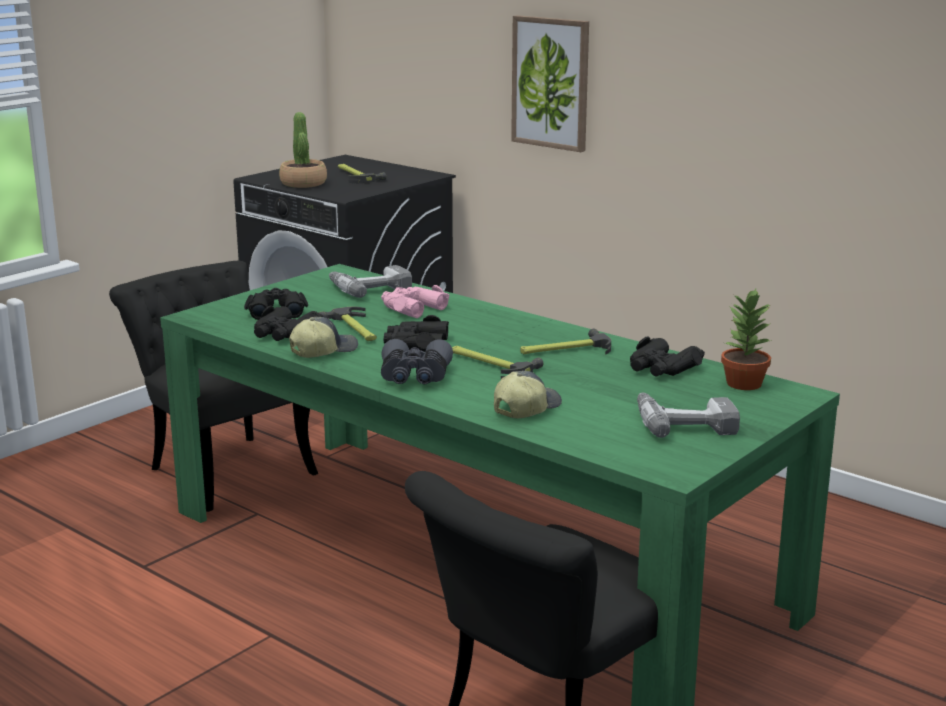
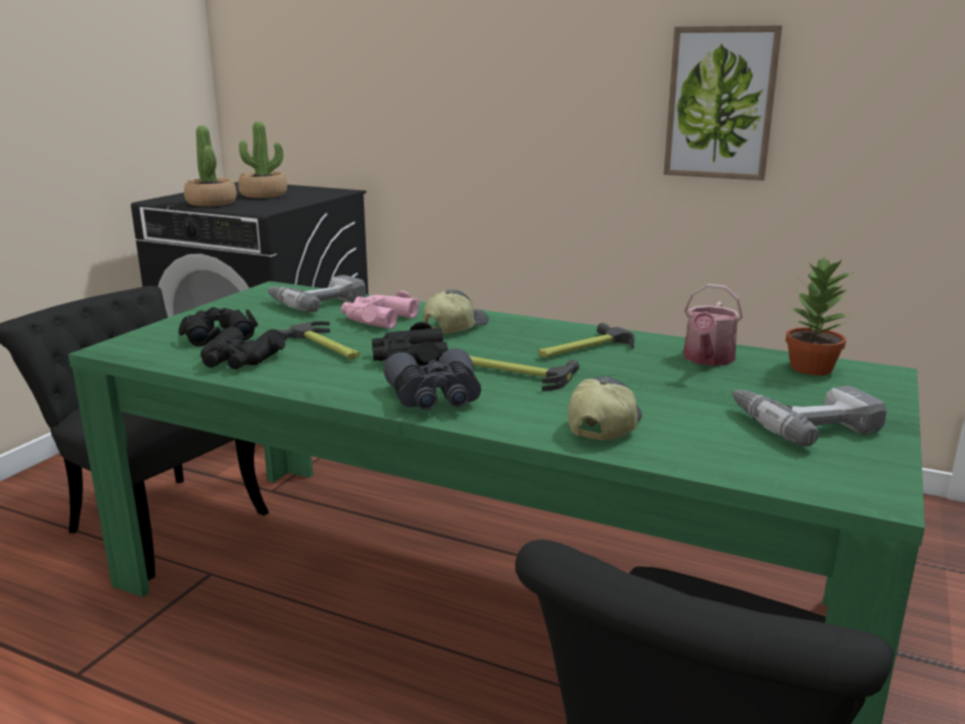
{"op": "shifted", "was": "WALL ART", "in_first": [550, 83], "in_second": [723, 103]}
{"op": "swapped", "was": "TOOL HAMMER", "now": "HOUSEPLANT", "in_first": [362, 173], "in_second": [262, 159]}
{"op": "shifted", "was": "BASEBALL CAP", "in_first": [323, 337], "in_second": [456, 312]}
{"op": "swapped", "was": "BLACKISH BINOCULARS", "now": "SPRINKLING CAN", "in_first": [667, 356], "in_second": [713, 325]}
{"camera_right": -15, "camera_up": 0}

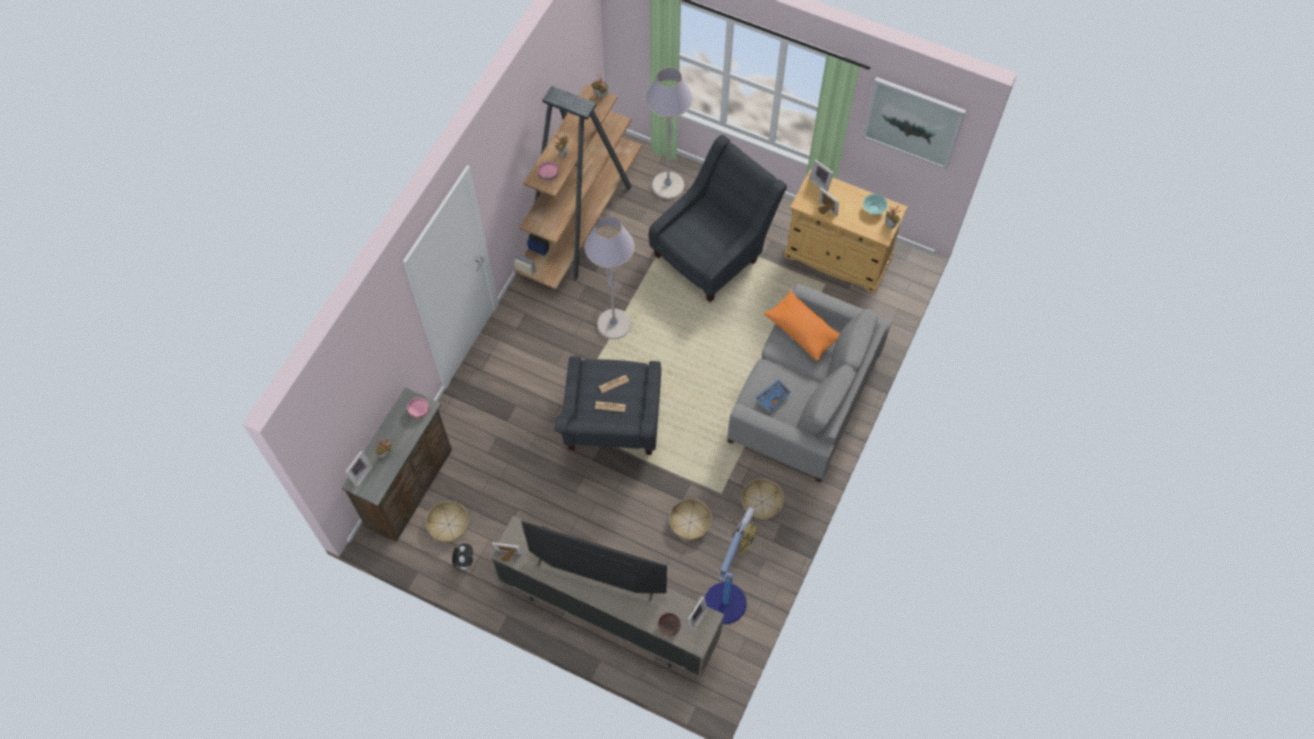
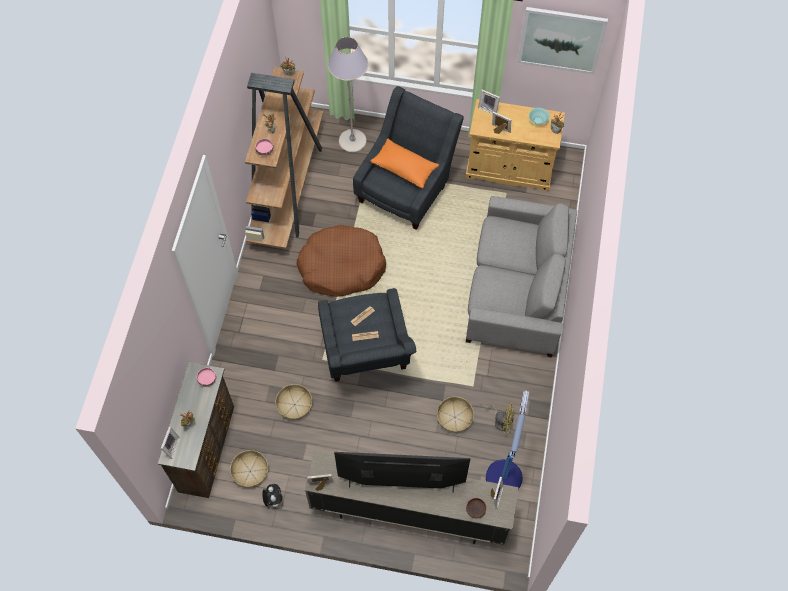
{"op": "swapped", "was": "GRAY STANDARD LAMP", "now": "BROWNISH DOG BED", "in_first": [609, 277], "in_second": [341, 261]}
{"op": "shifted", "was": "ORANGE-COLOURED THROW PILLOW", "in_first": [802, 325], "in_second": [404, 164]}
{"op": "gone", "was": "BLUE TRAY", "in_first": [773, 395]}
{"op": "shifted", "was": "HOUSEHOLD BASKET", "in_first": [762, 500], "in_second": [293, 402]}
{"camera_right": -15, "camera_up": 0}

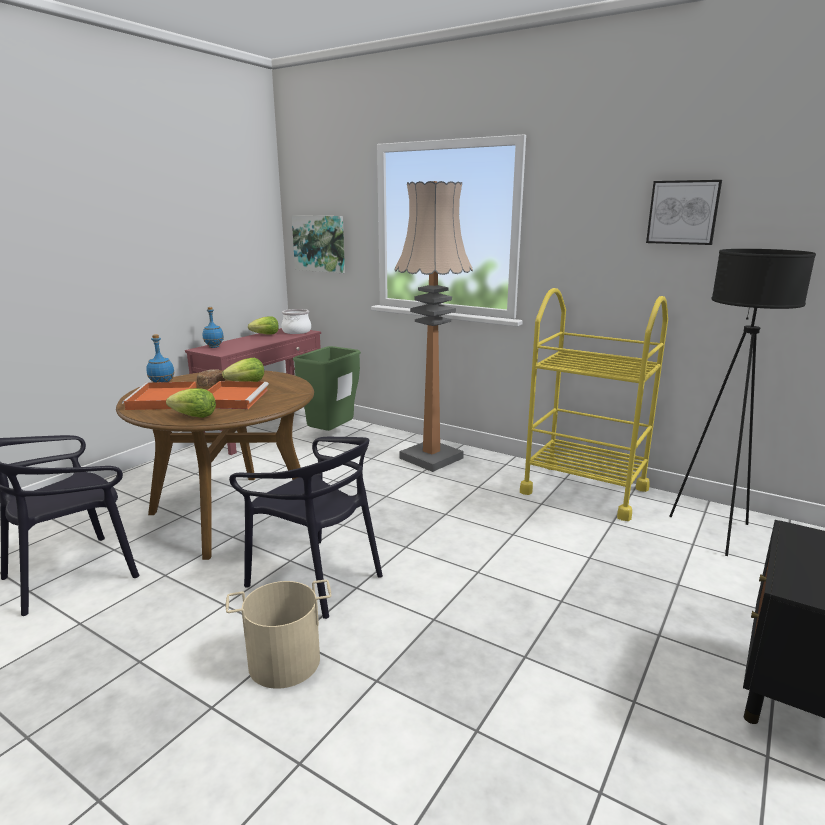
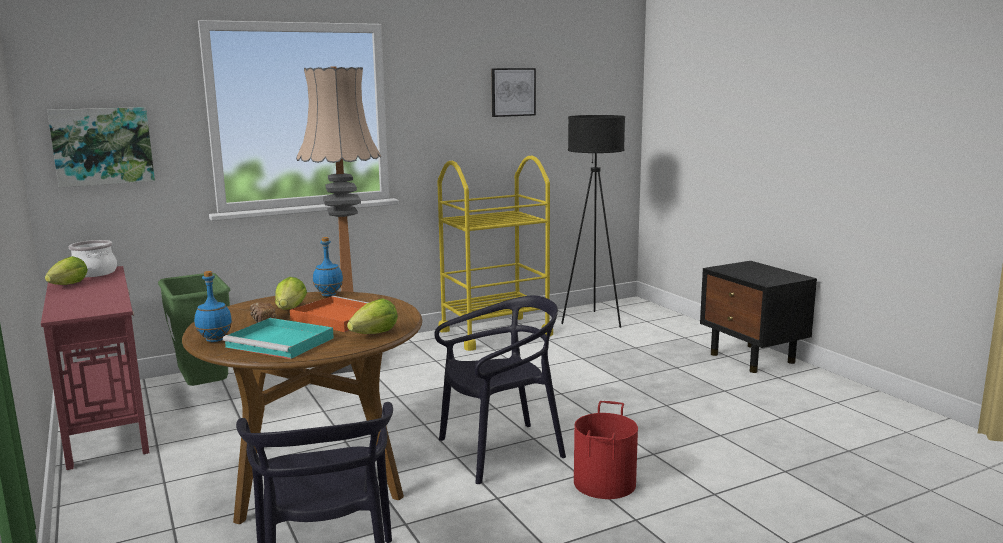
{"op": "shifted", "was": "BLUE BOTTLE", "in_first": [213, 327], "in_second": [328, 266]}
{"op": "repainted", "was": "ORANGE-COLOURED TRAY", "now": "TURQUOISE TRAY", "in_first": [159, 396], "in_second": [278, 338]}
{"op": "repainted", "was": "BEIGE-COLOURED BUCKET", "now": "REDDISH BUCKET", "in_first": [278, 634], "in_second": [606, 450]}
{"camera_right": -60, "camera_up": -5}

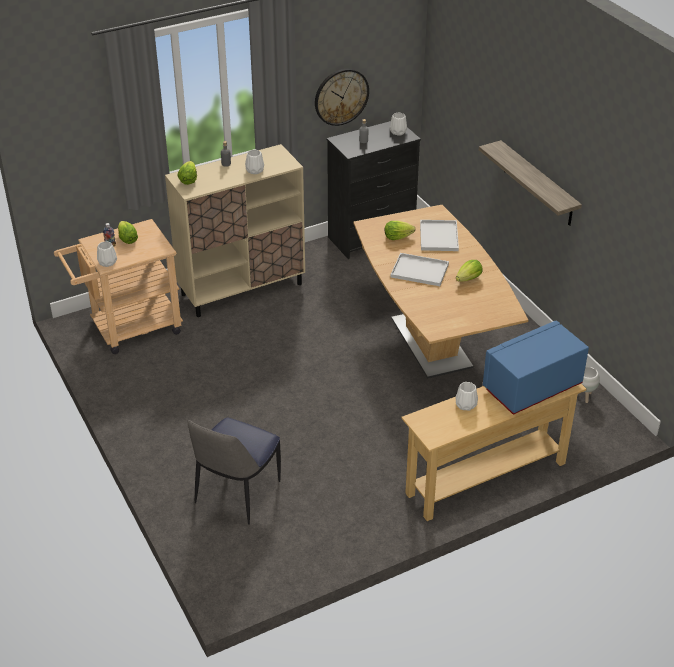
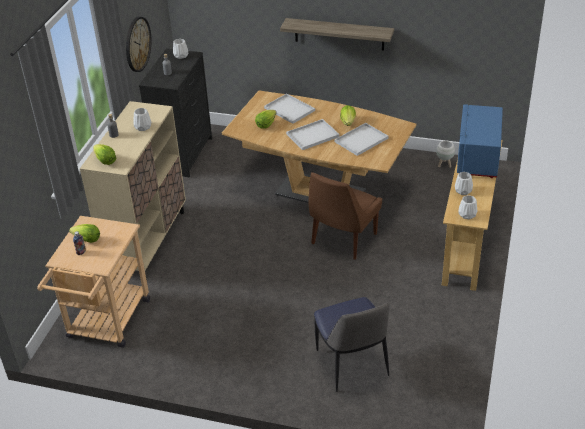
{"op": "shifted", "was": "WHITISH DECORATIVE VASE", "in_first": [107, 254], "in_second": [468, 207]}
{"op": "new", "now": "WHITISH TRAY", "in_second": [362, 139]}
{"op": "new", "now": "BROWNISH UPRIGHT CHAIR", "in_second": [345, 216]}
{"camera_right": -45, "camera_up": 0}

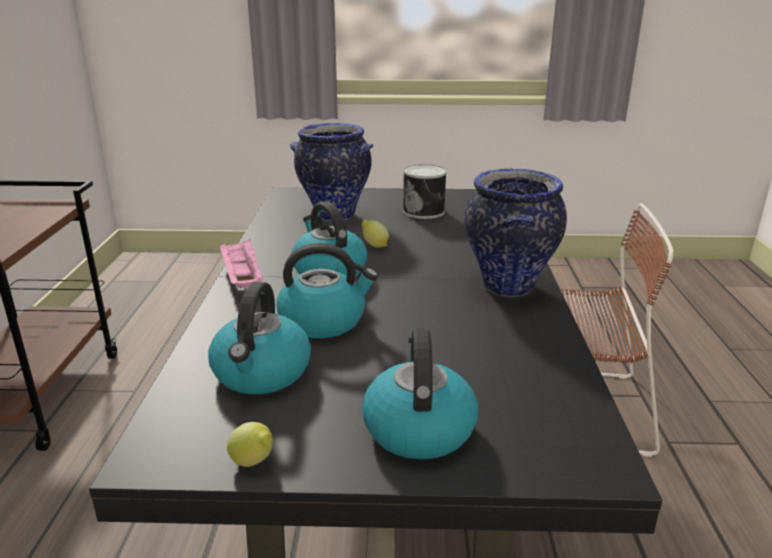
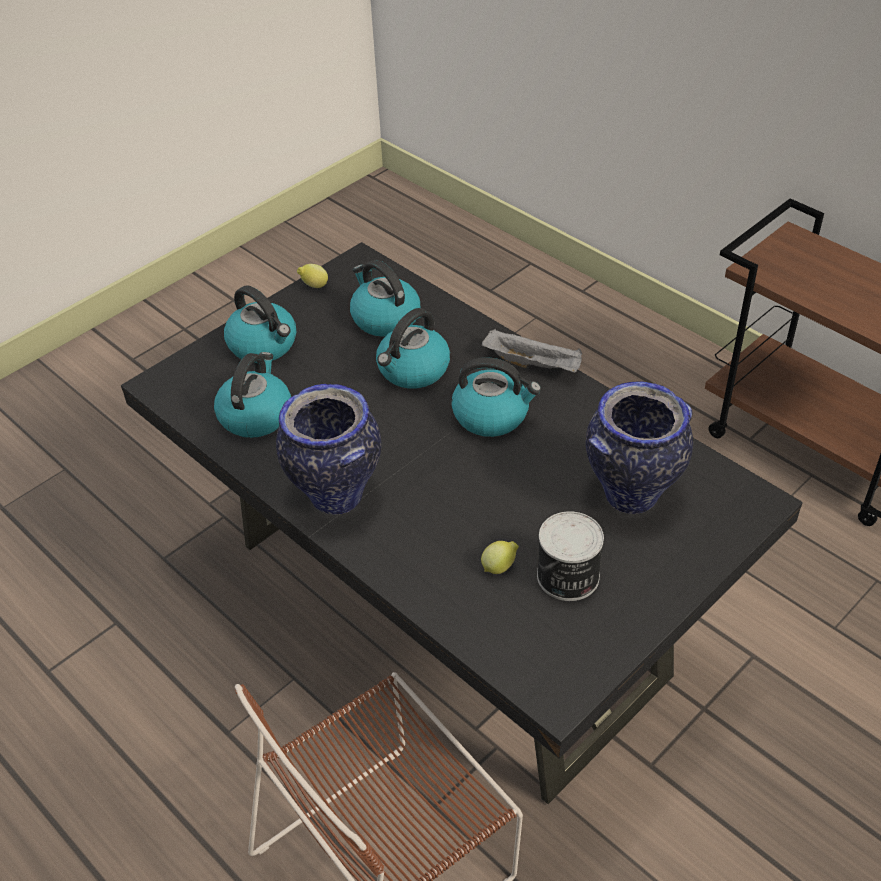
{"op": "shifted", "was": "CITRUS FRUIT", "in_first": [375, 234], "in_second": [500, 557]}
{"op": "repainted", "was": "PINK TRAY", "now": "GRAY TRAY", "in_first": [240, 263], "in_second": [532, 351]}
{"op": "new", "now": "KETTLE", "in_second": [252, 395]}
{"camera_right": 135, "camera_up": 20}

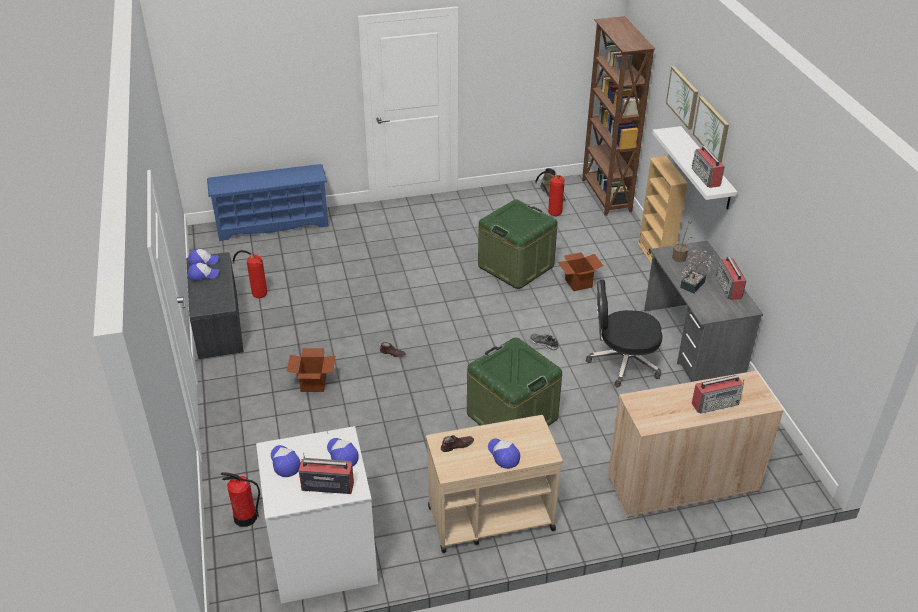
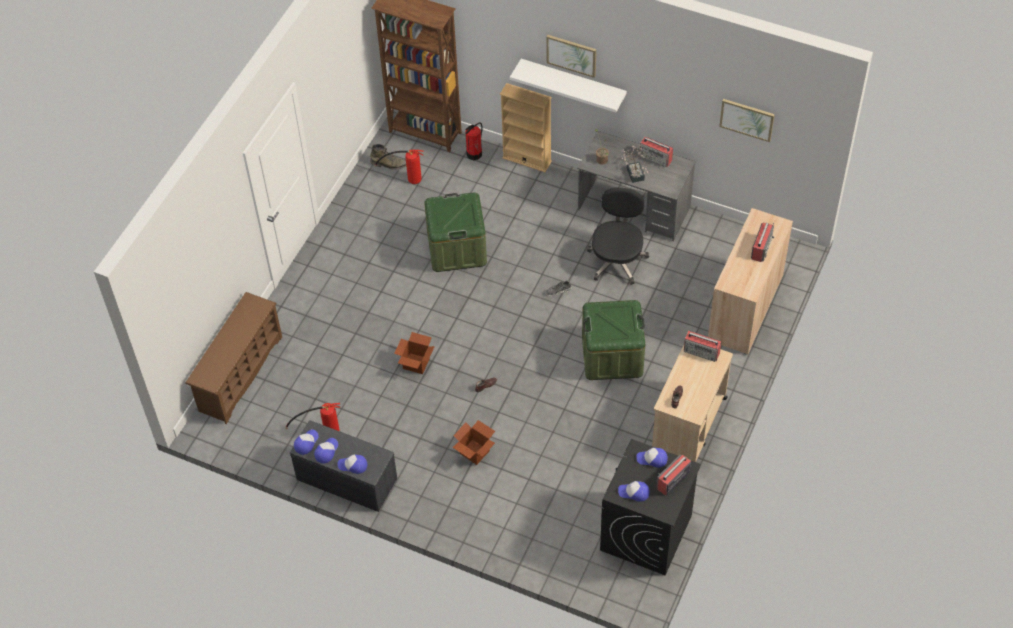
{"op": "shifted", "was": "WALL ART", "in_first": [682, 98], "in_second": [747, 120]}
{"op": "shifted", "was": "RADIO RECEIVER", "in_first": [708, 167], "in_second": [702, 346]}
{"op": "repainted", "was": "BLUE SHOE STAND", "now": "BROWNISH SHOE STAND", "in_first": [268, 202], "in_second": [233, 358]}
{"op": "shifted", "was": "PACKING BOX", "in_first": [580, 271], "in_second": [414, 353]}
{"op": "rotated", "was": "BLACKISH COMPUTER CHAIR", "in_first": [624, 334], "in_second": [618, 236], "clockwise": 150}
{"op": "repainted", "was": "WHITISH LAUNDRY APPLIANCE", "now": "BLACKISH LAUNDRY APPLIANCE", "in_first": [317, 515], "in_second": [650, 507]}
{"op": "shifted", "was": "BASEBALL CAP", "in_first": [504, 454], "in_second": [352, 464]}
{"op": "shifted", "was": "FIRE EXTINGUISHER", "in_first": [240, 499], "in_second": [473, 141]}
{"camera_right": -50, "camera_up": 15}

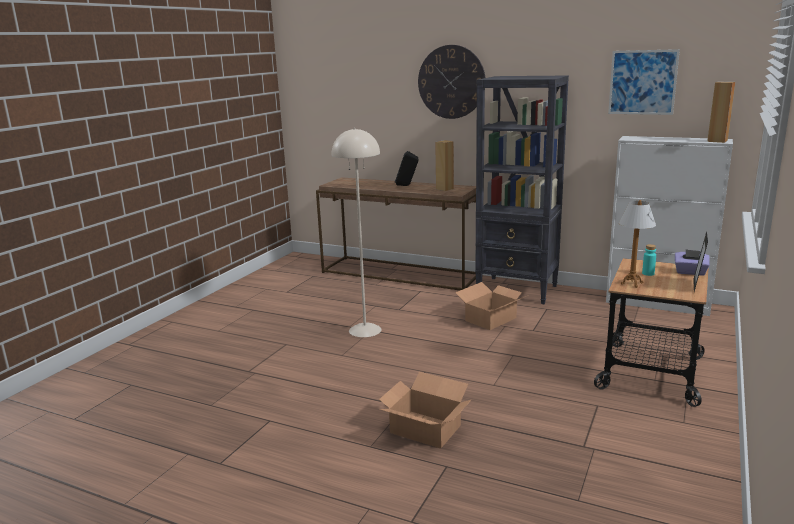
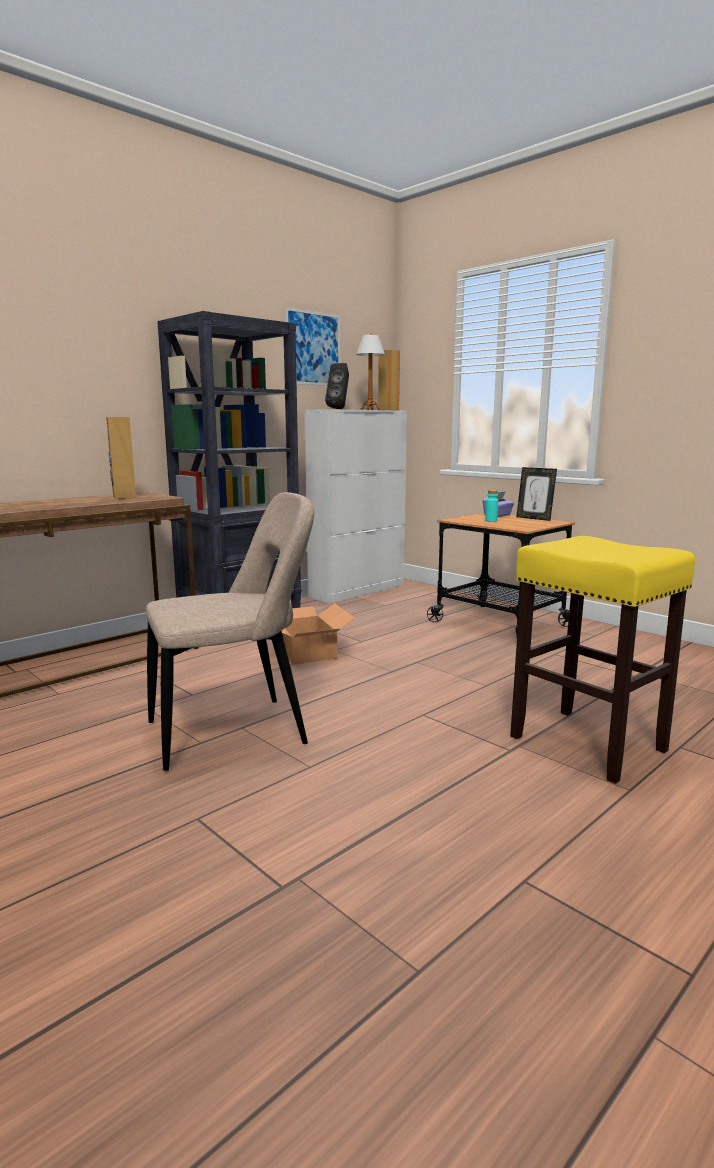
{"op": "gone", "was": "HANGING CLOCK", "in_first": [451, 82]}
{"op": "swapped", "was": "BEIGE-COLOURED STANDARD LAMP", "now": "BEIGE-COLOURED UPRIGHT CHAIR", "in_first": [357, 232], "in_second": [230, 631]}
{"op": "shifted", "was": "BLACKISH LOUDSPEAKER", "in_first": [407, 168], "in_second": [337, 386]}
{"op": "shifted", "was": "TABLETOP LAMP", "in_first": [637, 244], "in_second": [370, 371]}
{"op": "swapped", "was": "PACKING BOX", "now": "YELLOW-COLOURED SITTING STOOL", "in_first": [425, 410], "in_second": [602, 660]}
{"camera_right": -70, "camera_up": -5}

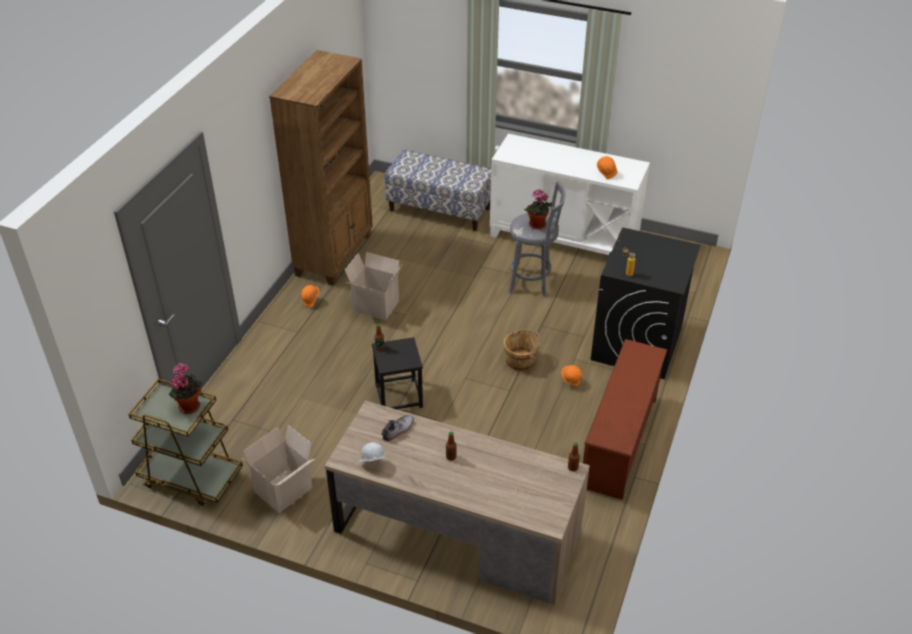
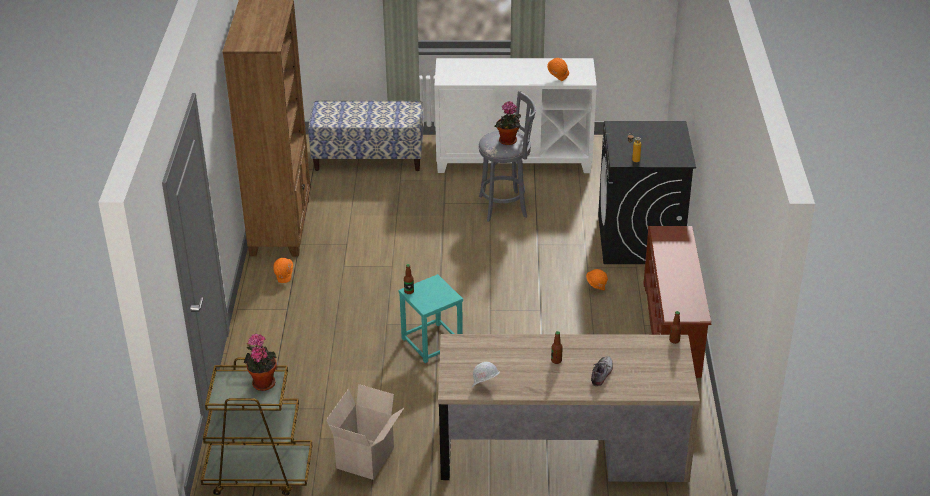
{"op": "gone", "was": "PACKING BOX", "in_first": [373, 286]}
{"op": "gone", "was": "BROWNISH BUCKET", "in_first": [522, 350]}
{"op": "repainted", "was": "BLACKISH SITTING STOOL", "now": "TURQUOISE SITTING STOOL", "in_first": [397, 373], "in_second": [430, 318]}
{"op": "shifted", "was": "ITEM OF FOOTWEAR", "in_first": [397, 428], "in_second": [602, 371]}
{"camera_right": -20, "camera_up": -5}

